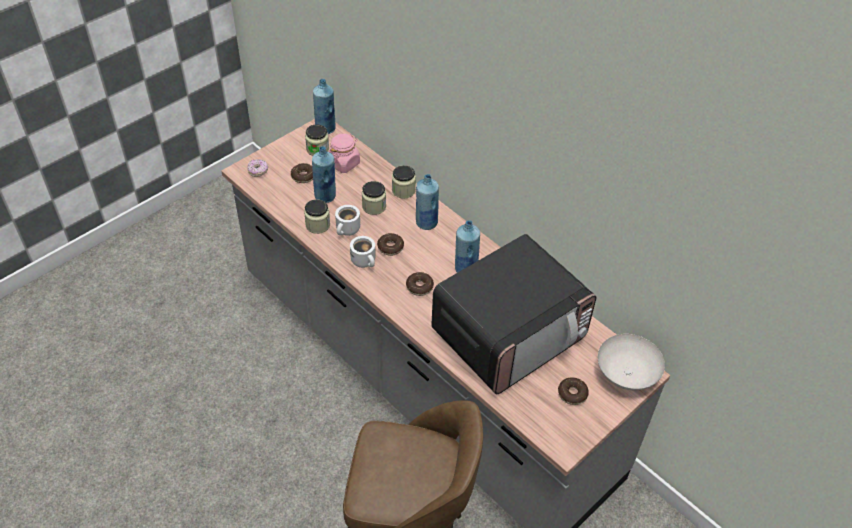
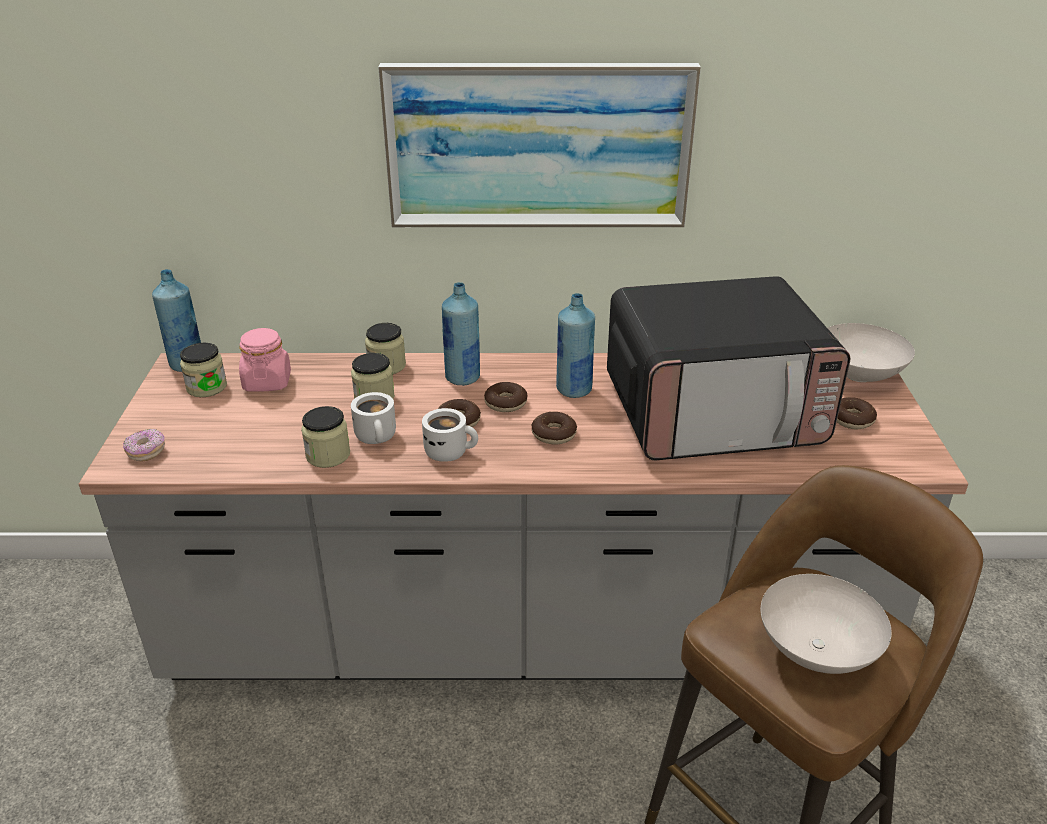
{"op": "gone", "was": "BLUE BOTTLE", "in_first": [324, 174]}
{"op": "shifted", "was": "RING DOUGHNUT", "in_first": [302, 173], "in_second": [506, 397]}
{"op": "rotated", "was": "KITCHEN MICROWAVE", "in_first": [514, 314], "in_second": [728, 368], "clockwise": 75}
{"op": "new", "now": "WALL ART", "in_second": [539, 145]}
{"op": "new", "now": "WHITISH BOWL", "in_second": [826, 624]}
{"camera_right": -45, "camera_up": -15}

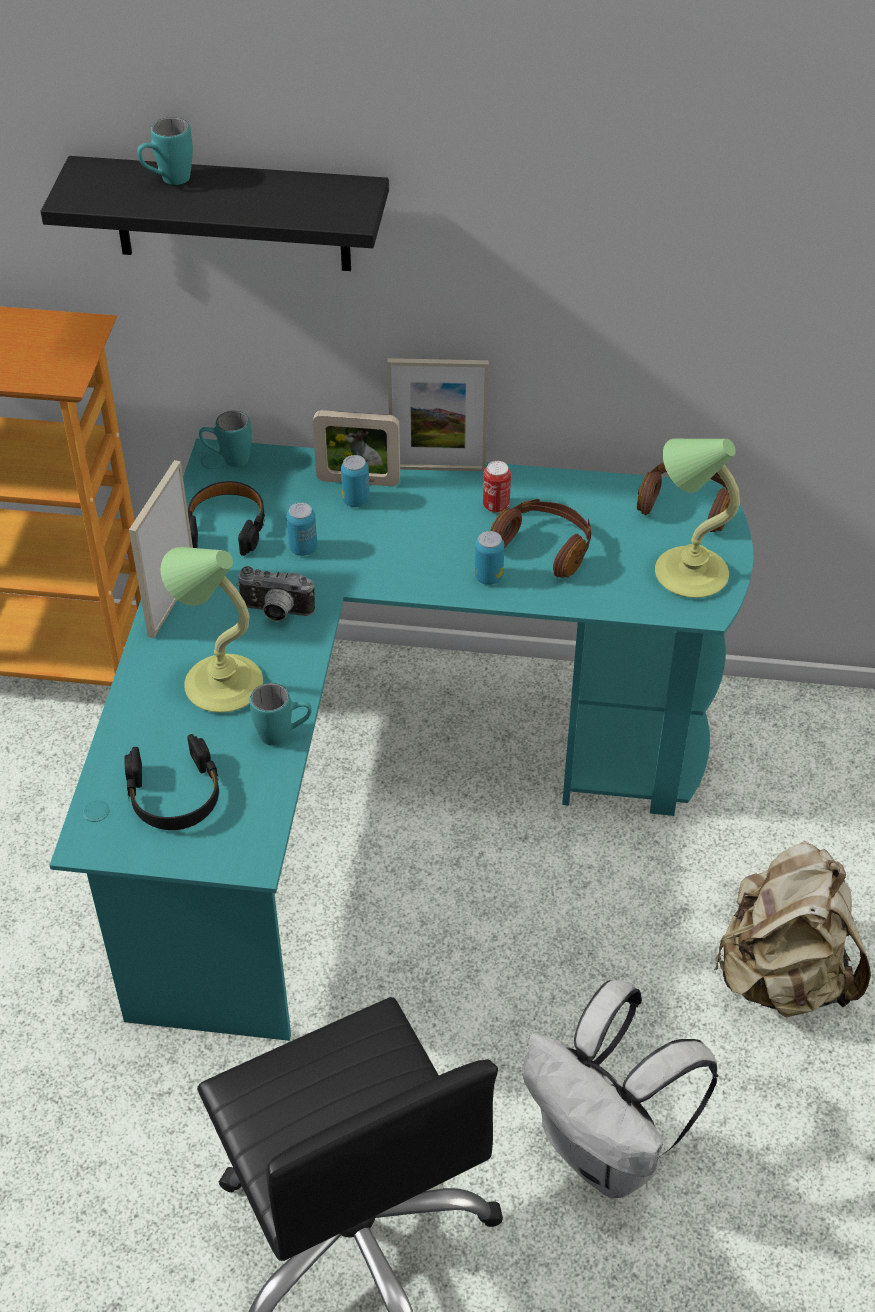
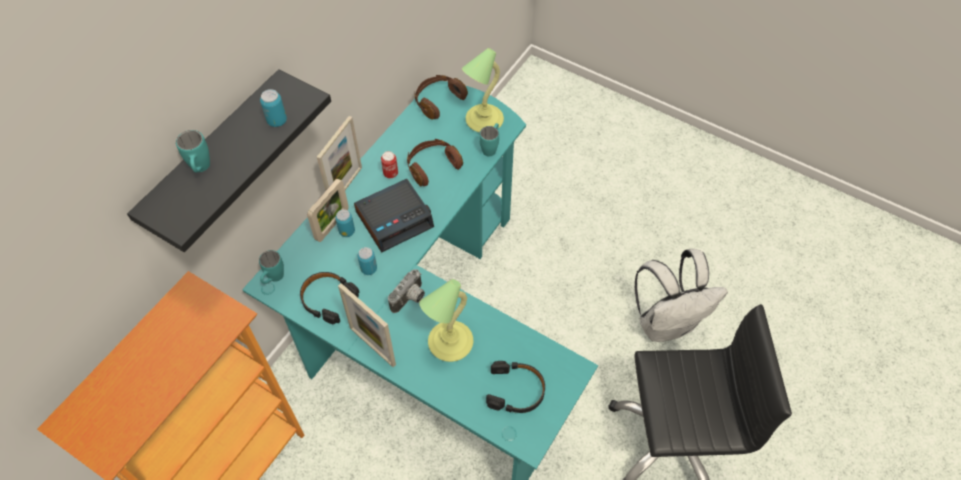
{"op": "shifted", "was": "METAL CAN", "in_first": [489, 558], "in_second": [273, 108]}
{"op": "shifted", "was": "TURQUOISE TEA MUG", "in_first": [281, 714], "in_second": [489, 139]}
{"op": "gone", "was": "BEIGE-COLOURED RUCKSACK", "in_first": [792, 929]}
{"op": "new", "now": "ALARM CLOCK", "in_second": [394, 216]}
{"camera_right": -65, "camera_up": 10}

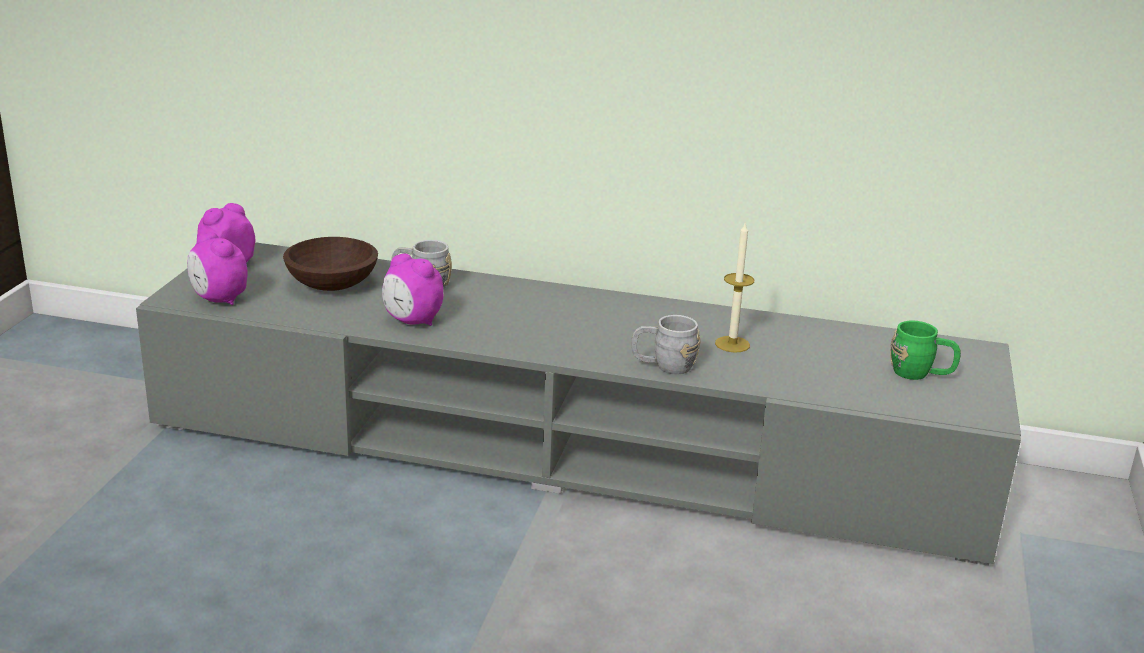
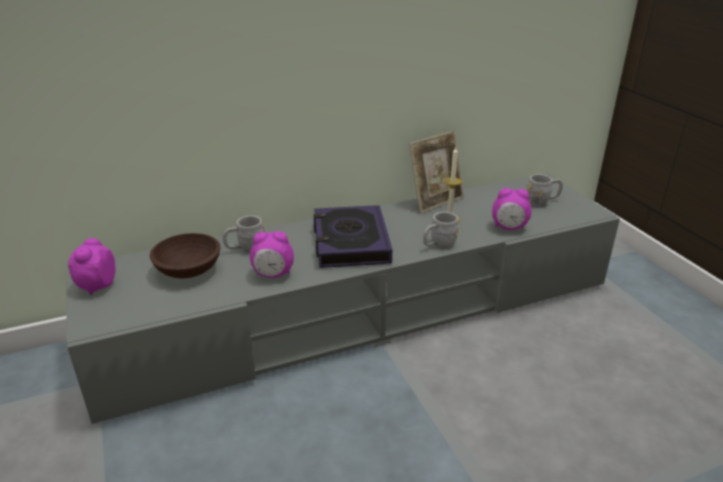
{"op": "shifted", "was": "ALARM CLOCK", "in_first": [217, 268], "in_second": [512, 209]}
{"op": "repainted", "was": "GREENISH TEA MUG", "now": "GRAY TEA MUG", "in_first": [925, 350], "in_second": [545, 190]}
{"op": "new", "now": "PHOTO FRAME", "in_second": [436, 172]}
{"op": "new", "now": "BOUND BOOK", "in_second": [353, 236]}
{"camera_right": -35, "camera_up": 5}

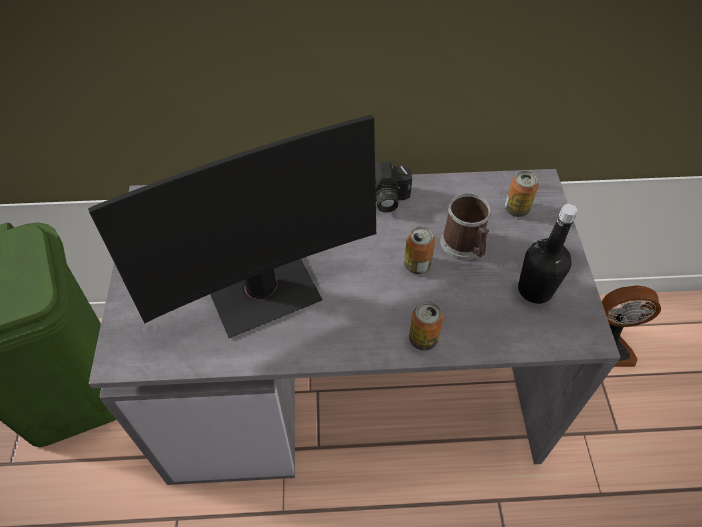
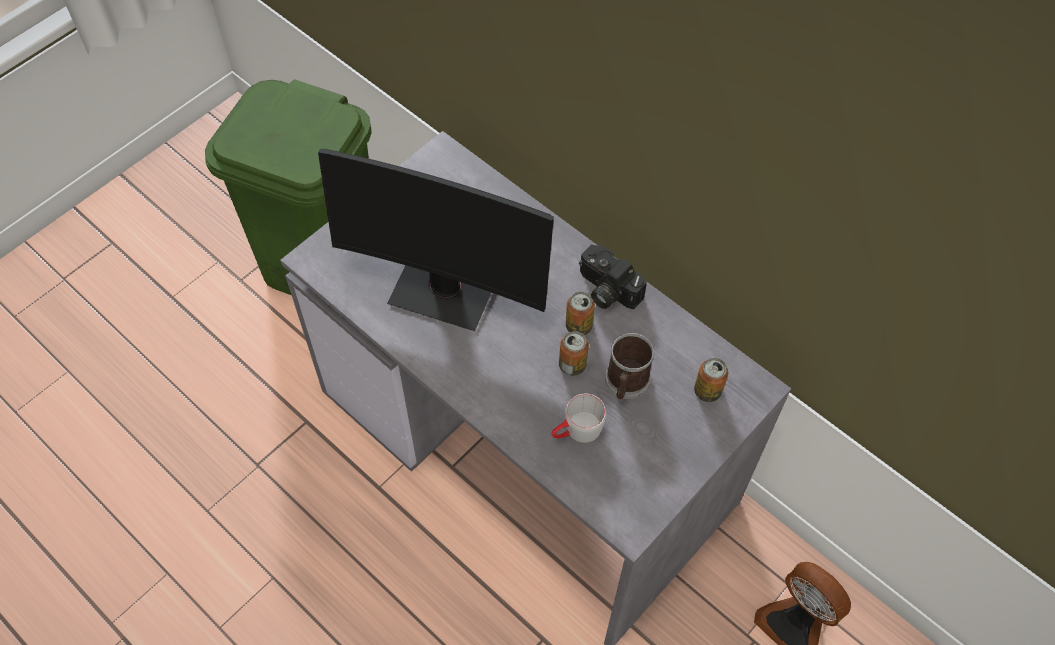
{"op": "gone", "was": "BLACKISH BOTTLE", "in_first": [547, 254]}
{"op": "shifted", "was": "METAL CAN", "in_first": [426, 326], "in_second": [580, 313]}
{"op": "new", "now": "GRAY TEA MUG", "in_second": [579, 418]}
{"camera_right": 45, "camera_up": 5}

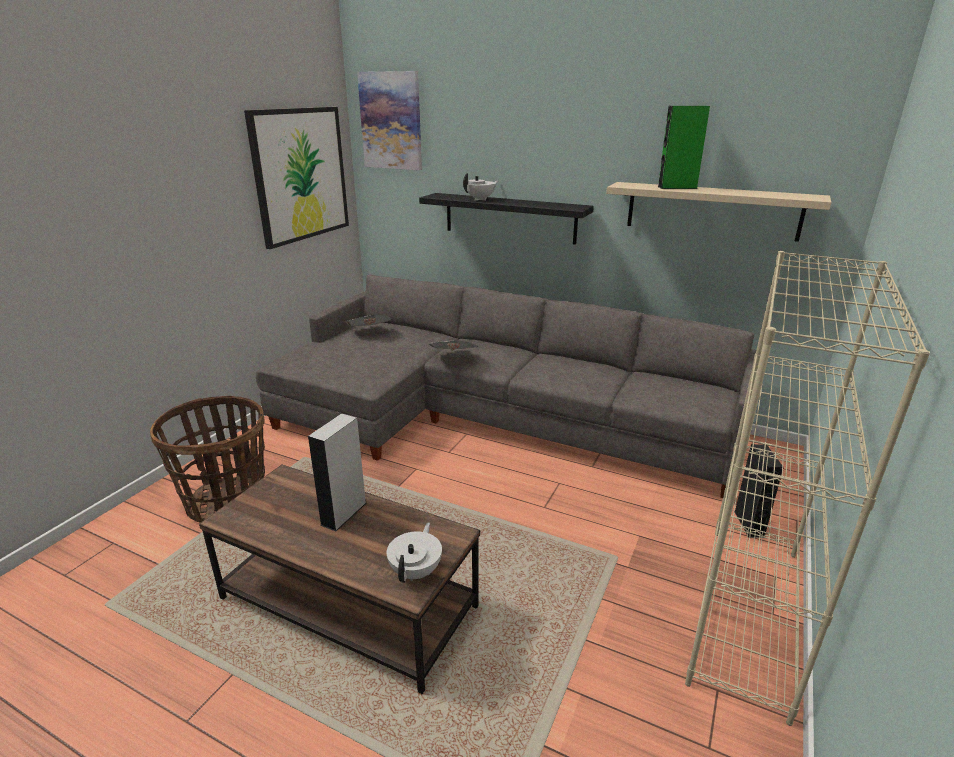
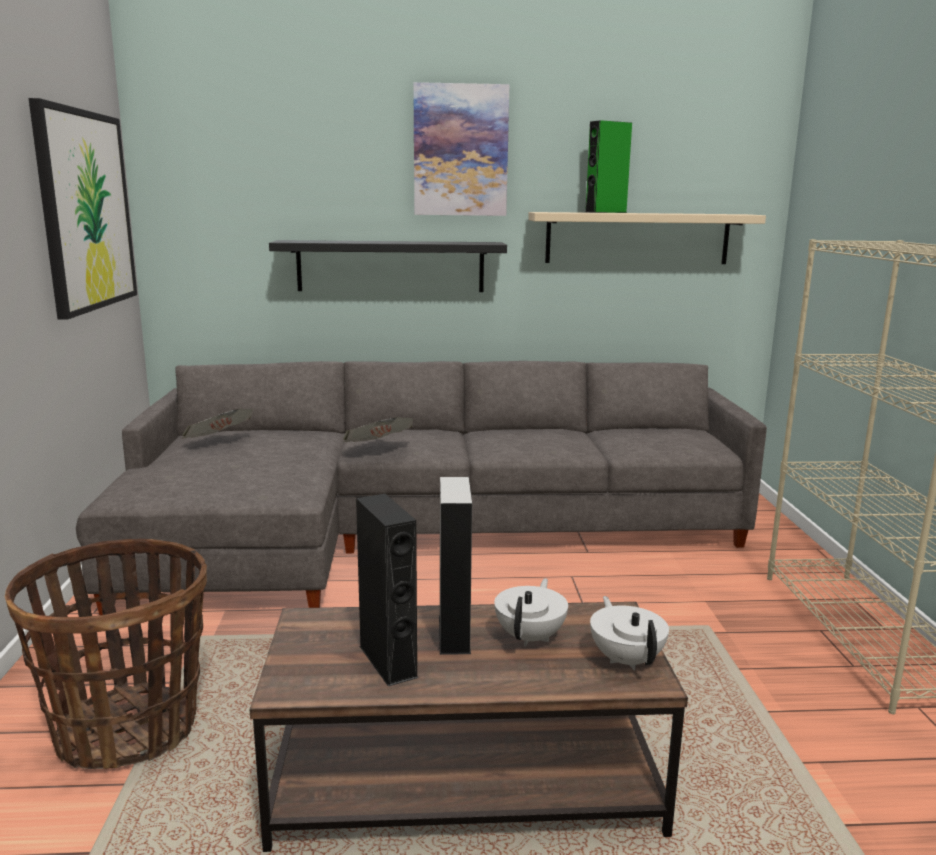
{"op": "shifted", "was": "WALL ART", "in_first": [389, 120], "in_second": [461, 149]}
{"op": "shifted", "was": "WHITISH POT FOR TEA", "in_first": [480, 187], "in_second": [531, 612]}
{"op": "shifted", "was": "BLACKISH LOUDSPEAKER", "in_first": [759, 491], "in_second": [387, 590]}
{"camera_right": -30, "camera_up": -10}

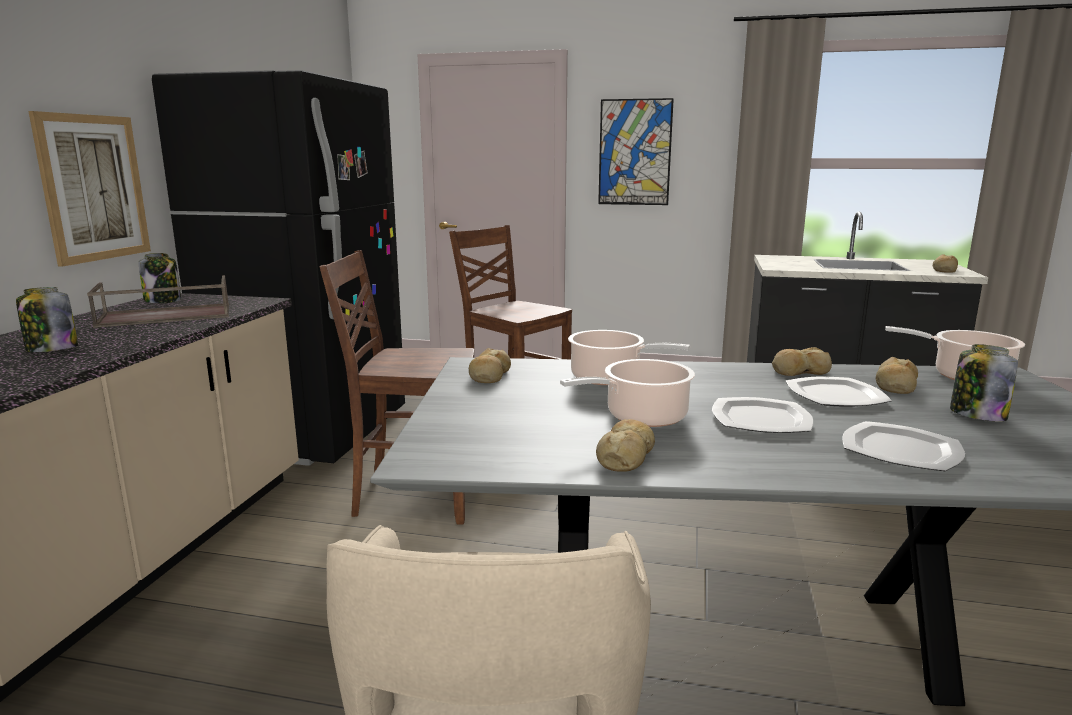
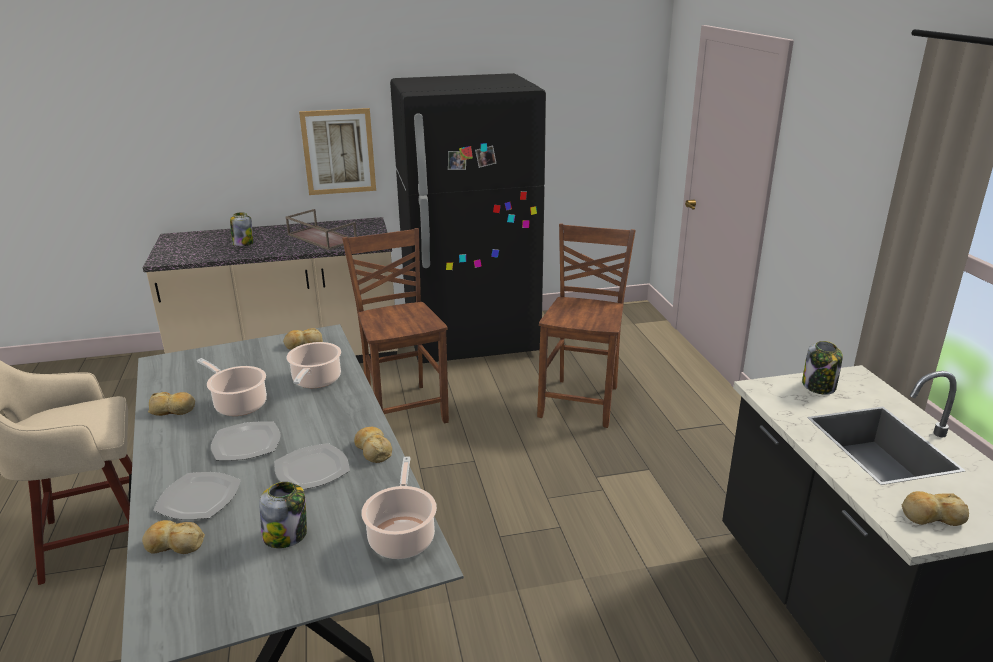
{"op": "gone", "was": "WALL ART", "in_first": [636, 151]}
{"op": "shifted", "was": "STORAGE JAR", "in_first": [160, 278], "in_second": [822, 368]}
{"op": "shifted", "was": "BAKERY BREAD", "in_first": [897, 375], "in_second": [173, 537]}
{"camera_right": 65, "camera_up": 10}

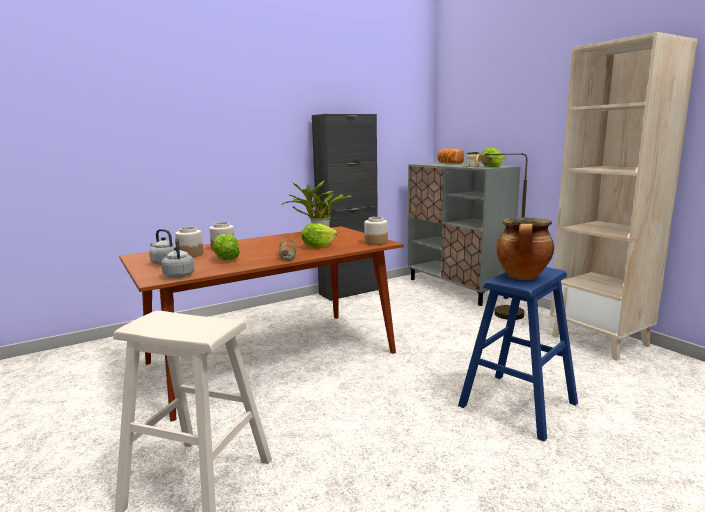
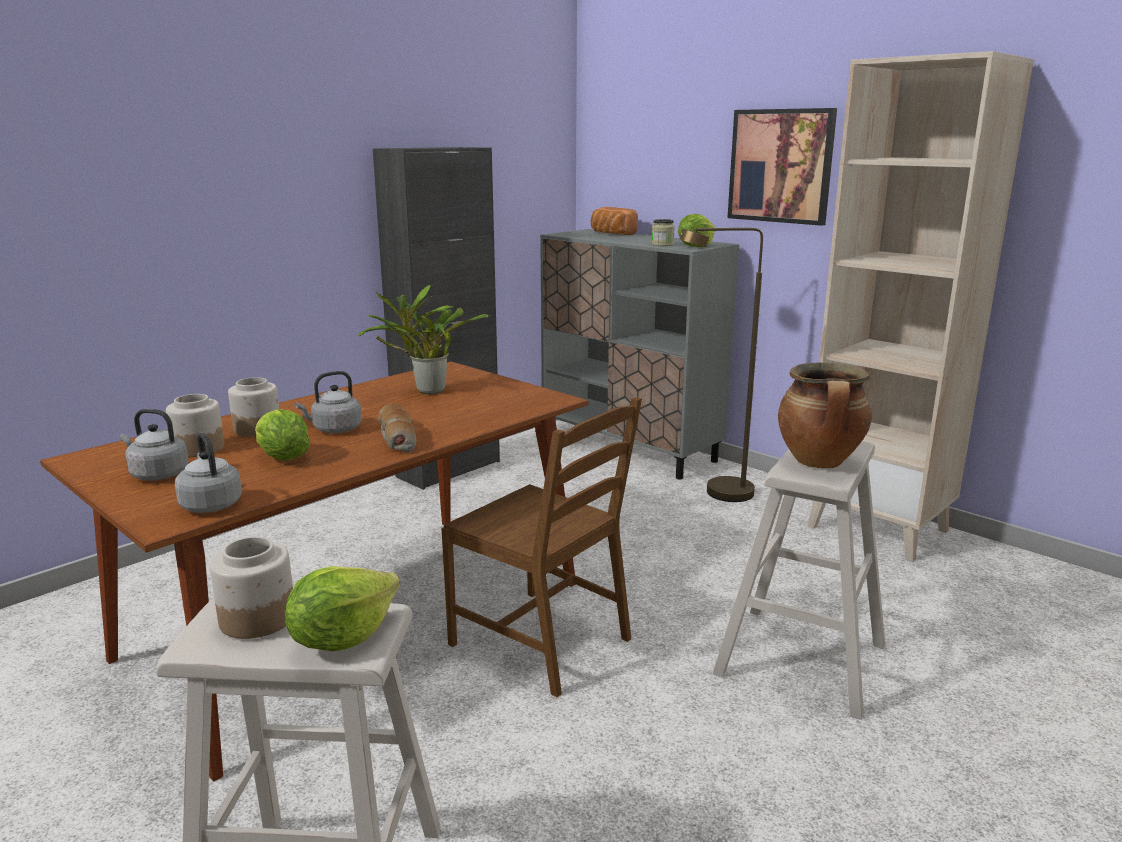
{"op": "shifted", "was": "STORAGE JAR", "in_first": [376, 231], "in_second": [251, 588]}
{"op": "shifted", "was": "HEAD OF LETTUCE", "in_first": [319, 235], "in_second": [342, 608]}
{"op": "repainted", "was": "BLUE SITTING STOOL", "now": "BEIGE-COLOURED SITTING STOOL", "in_first": [518, 354], "in_second": [799, 580]}
{"op": "new", "now": "WALL ART", "in_second": [782, 167]}
{"op": "new", "now": "GRAY KETTLE", "in_second": [328, 402]}
{"op": "new", "now": "BROWNISH UPRIGHT CHAIR", "in_second": [541, 547]}
{"camera_right": -15, "camera_up": 5}

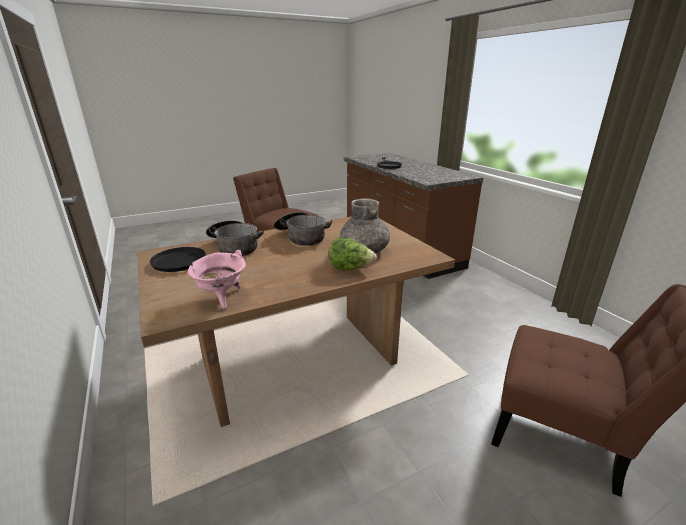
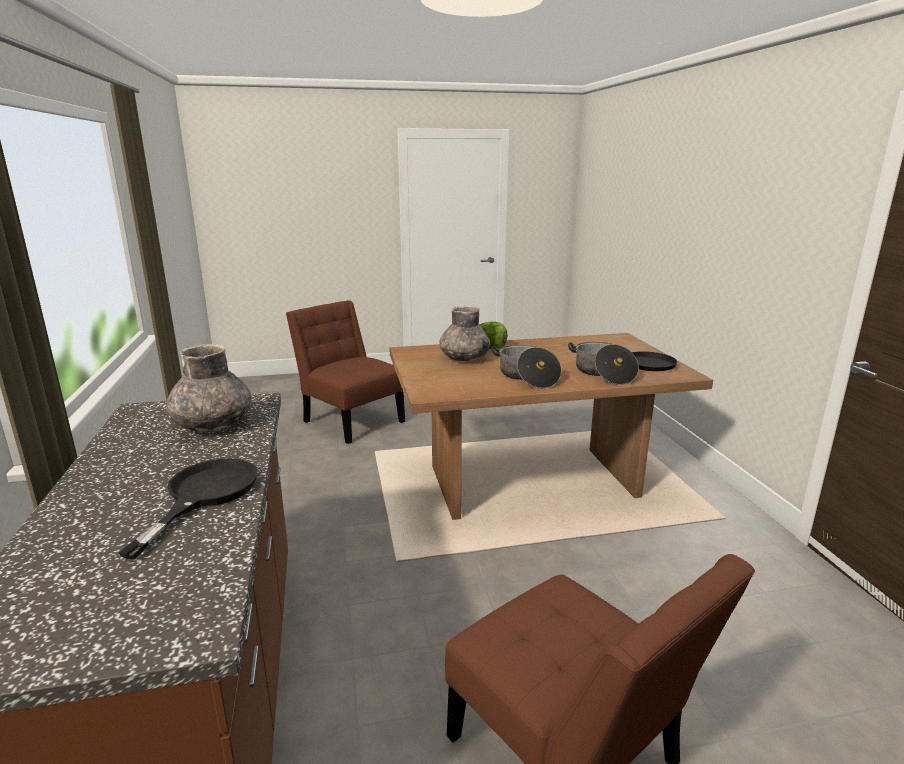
{"op": "gone", "was": "PINK STOCKPOT", "in_first": [217, 279]}
{"op": "new", "now": "GRAY DECORATIVE VASE", "in_second": [209, 387]}
{"camera_right": -165, "camera_up": -5}

